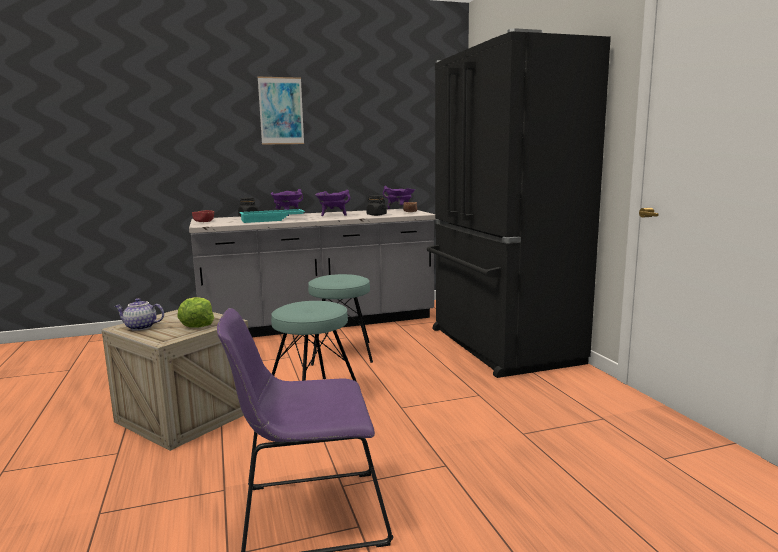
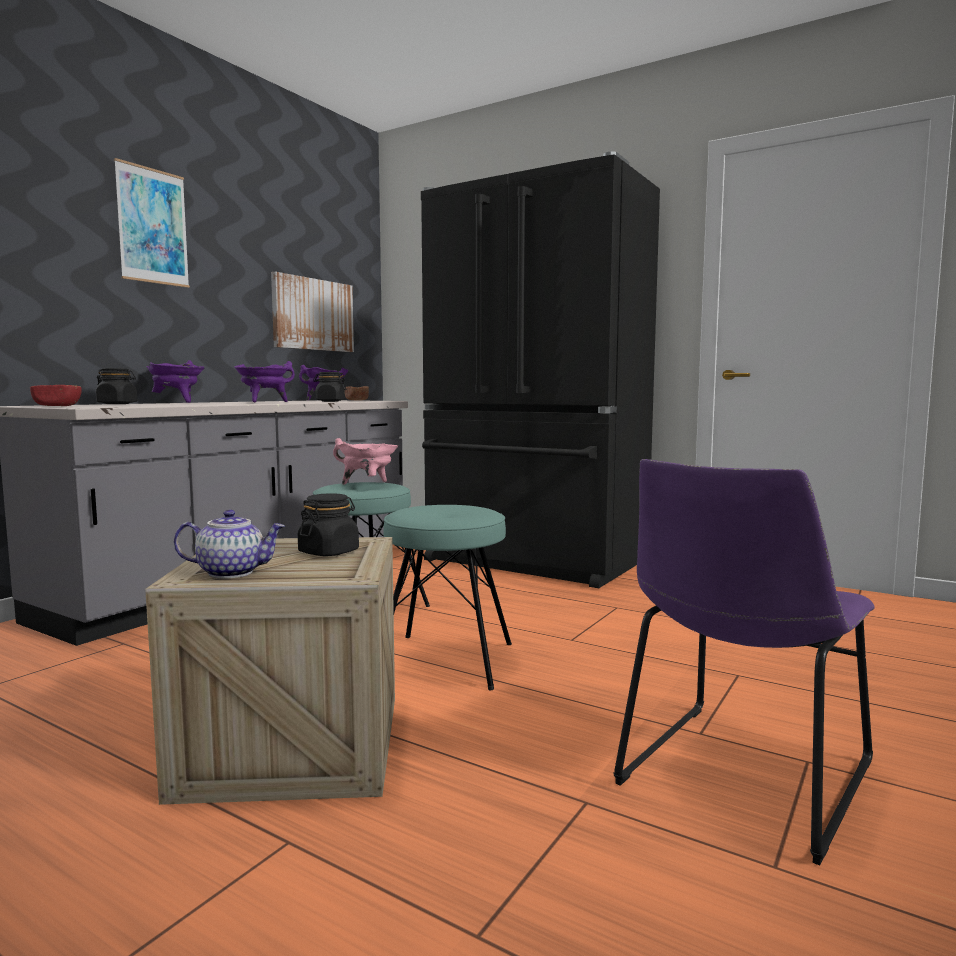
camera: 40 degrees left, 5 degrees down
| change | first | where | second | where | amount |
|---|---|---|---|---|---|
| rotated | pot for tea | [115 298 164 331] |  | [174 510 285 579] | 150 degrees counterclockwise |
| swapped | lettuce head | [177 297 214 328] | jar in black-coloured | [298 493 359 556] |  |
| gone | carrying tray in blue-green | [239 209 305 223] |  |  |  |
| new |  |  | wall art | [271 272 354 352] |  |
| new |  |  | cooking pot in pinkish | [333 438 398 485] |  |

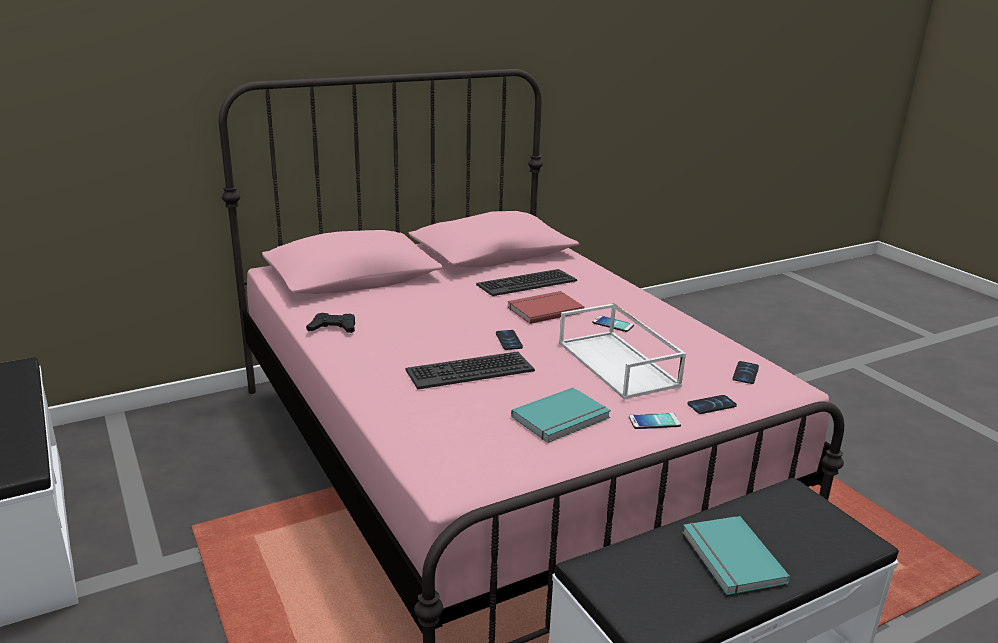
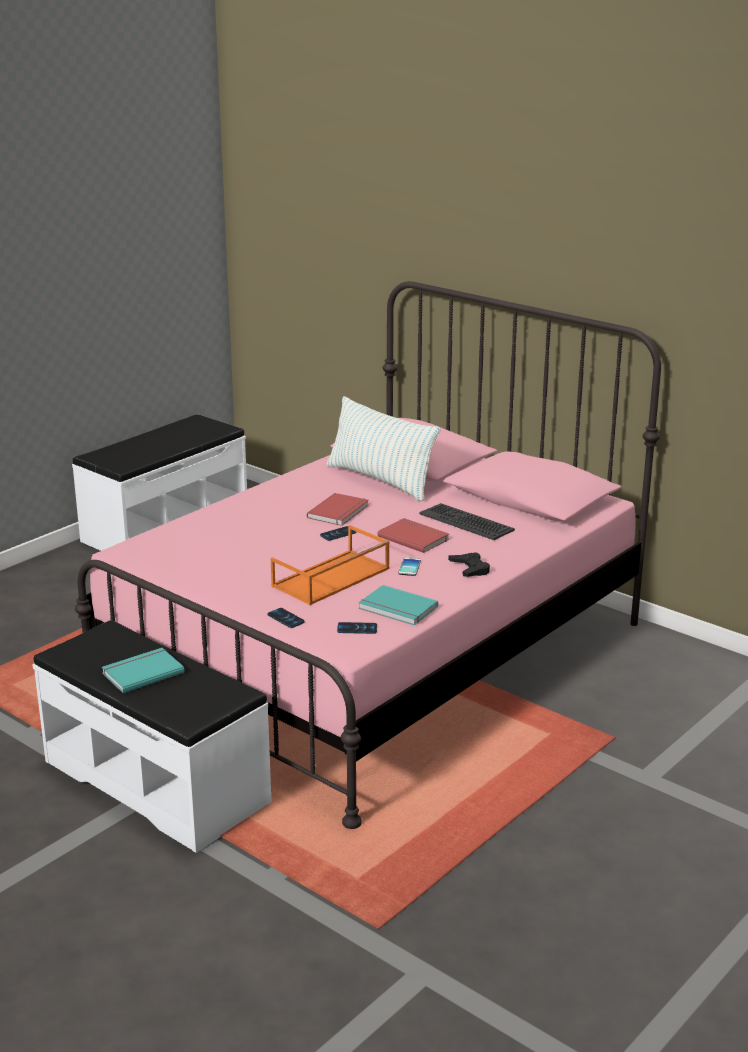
camera: 70 degrees right, 0 degrees up
| change | first | where | second | where | amount |
|---|---|---|---|---|---|
| shifted | game controller in black-coloured | [306 313 355 333] |  | [448 552 490 577] |  |
| gone | computer keyboard | [405 351 535 389] |  |  |  |
| shifted | bound book in blue-green | [511 387 611 443] |  | [358 585 438 626] |  |
| repainted | carrying tray in white-coloured | [559 303 686 400] | carrying tray in orangey | [271 525 390 605] |  |
| gone | telephone | [629 413 681 429] |  |  |  |
| new |  |  | bound book in red | [307 493 369 526] |  |
| new |  |  | cushion | [327 396 440 501] |  |

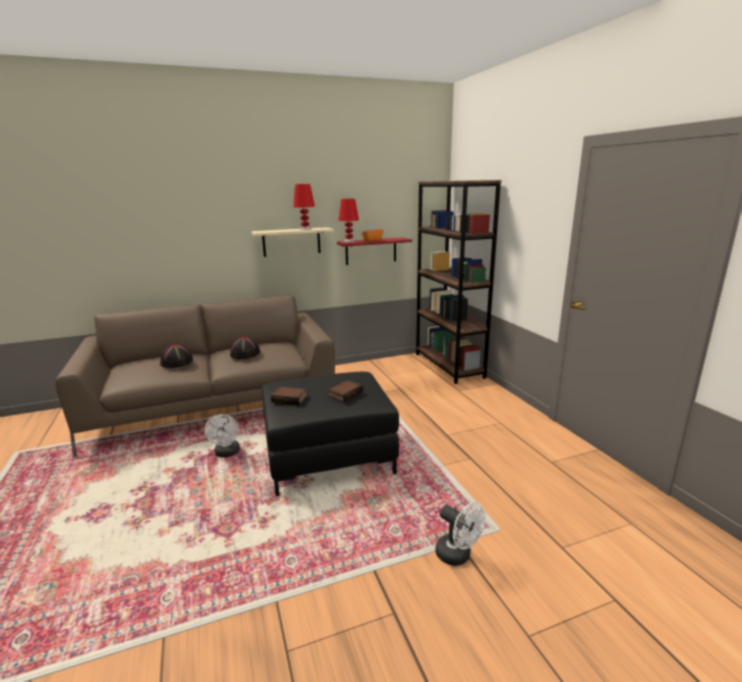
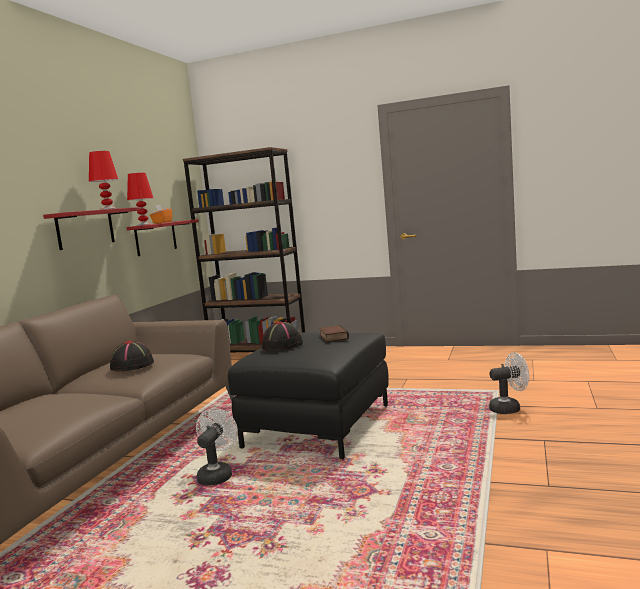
camera: 50 degrees left, 10 degrees down
| change | first | where | second | where | amount |
|---|---|---|---|---|---|
| shifted | hat in black-coloured | [160 344 193 368] |  | [262 321 303 351] |  |
| rotated | cooling fan in white-coloured | [204 414 240 457] |  | [196 408 238 485] | 105 degrees counterclockwise |
| repainted | shelf in sand-coloured | [252 227 334 257] | shelf in red | [43 207 140 250] |  |
| gone | bound book | [271 387 307 405] |  |  |  |

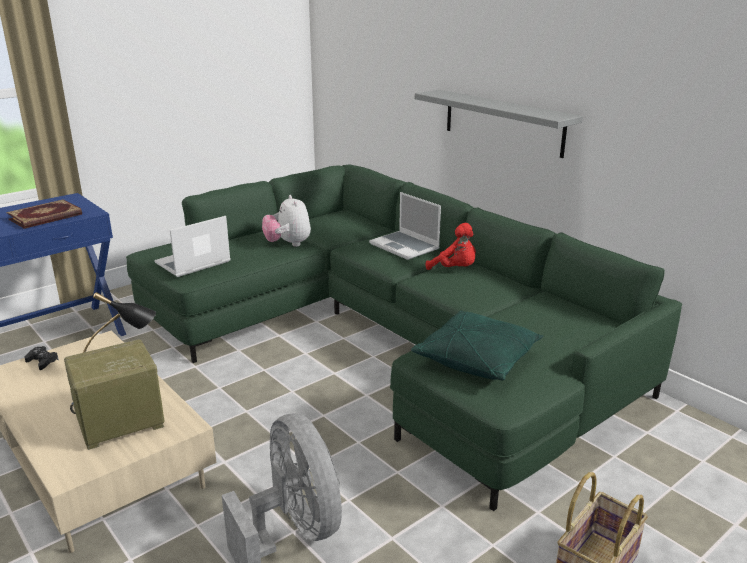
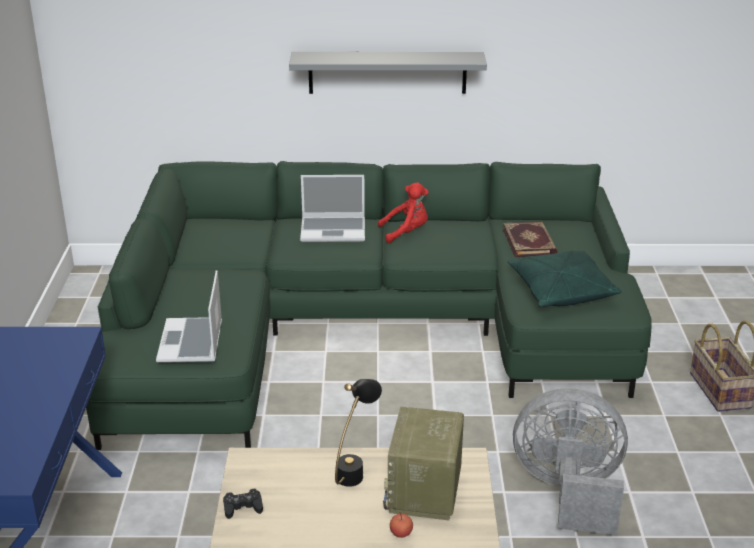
camera: 50 degrees left, 5 degrees up
| change | first | where | second | where | amount |
|---|---|---|---|---|---|
| shifted | bound book | [7 199 82 229] |  | [503 221 557 257] |  |
| gone | soft toy | [262 195 311 247] |  |  |  |
| new |  |  | apple | [390 512 413 538] |  |

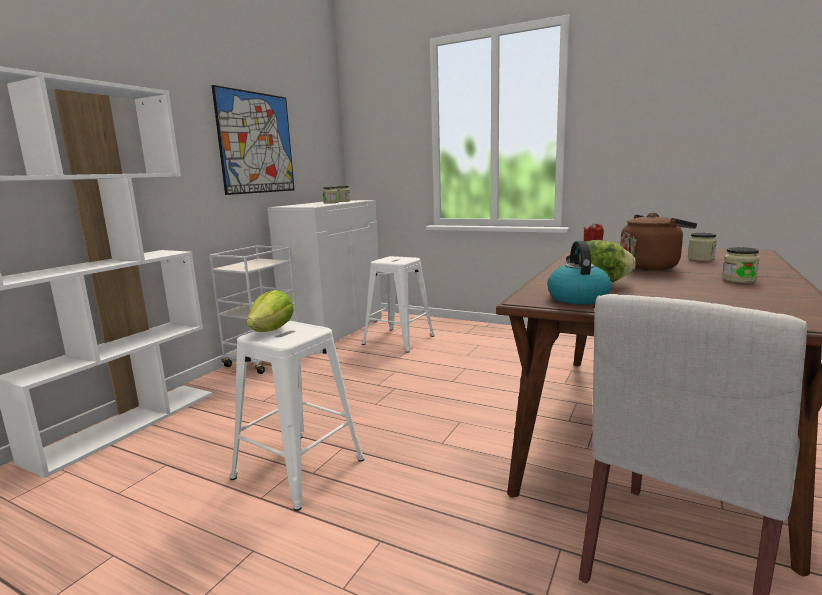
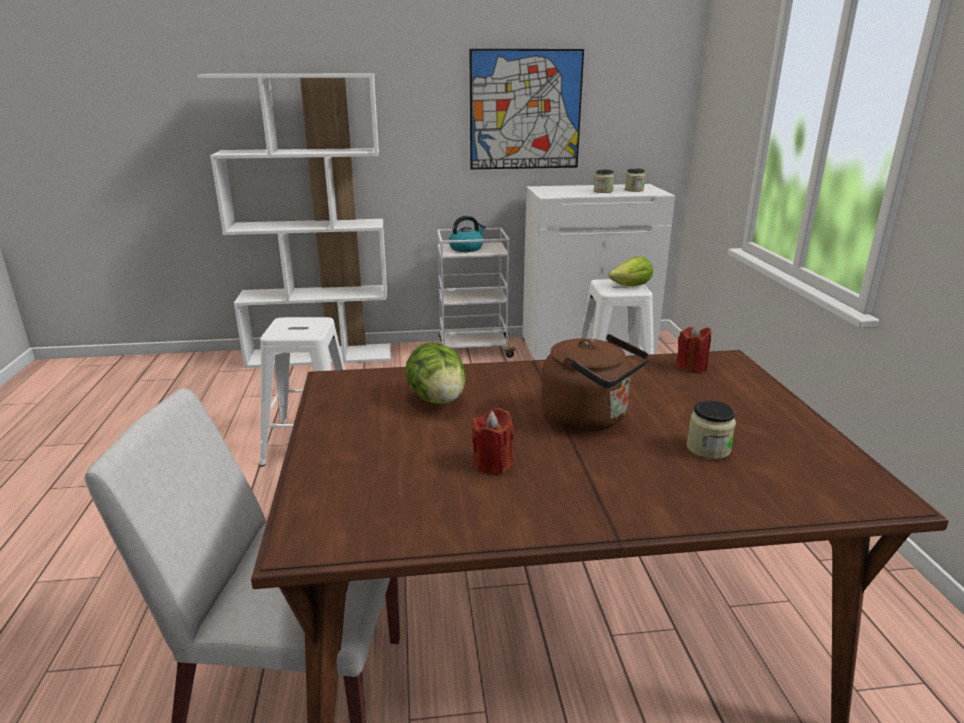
camera: 55 degrees right, 10 degrees up
| change | first | where | second | where | amount |
|---|---|---|---|---|---|
| shifted | lettuce head | [246 290 294 332] |  | [609 257 653 286] |  |
| shifted | tea kettle | [547 241 612 304] |  | [449 216 486 252] |  |
| gone | jar | [722 247 760 283] |  |  |  |
| new |  |  | candle in red | [472 408 514 474] |  |

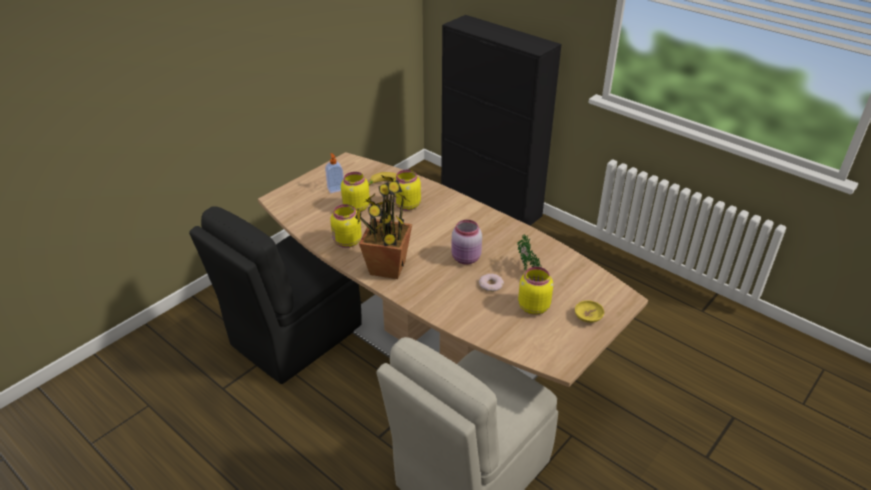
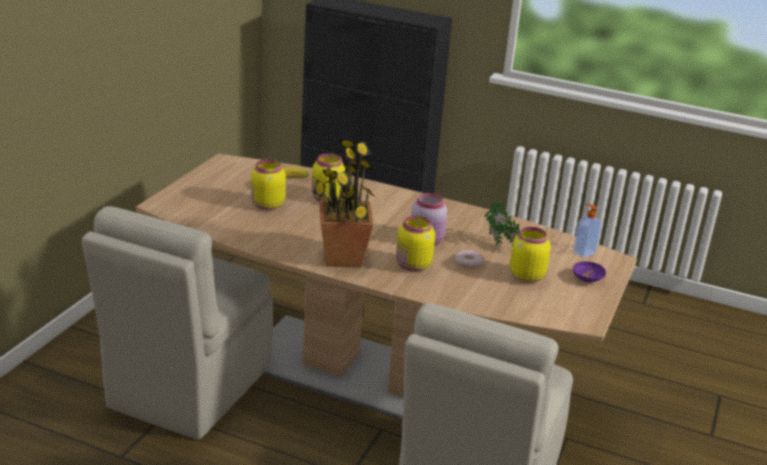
camera: 20 degrees left, 10 degrees down
| change | first | where | second | where | amount |
|---|---|---|---|---|---|
| repainted | upright chair in black-coloured | [189 206 361 384] | upright chair in sand-coloured | [82 206 273 440] |  |
| shifted | liquid soap bottle | [325 153 344 193] |  | [573 204 602 258] |  |
| shifted | jar in yellowish | [330 204 362 248] |  | [396 216 435 272] |  |
| repainted | serving bowl in yellowish | [575 300 604 323] | serving bowl in purple-coloured | [573 261 606 282] |  |

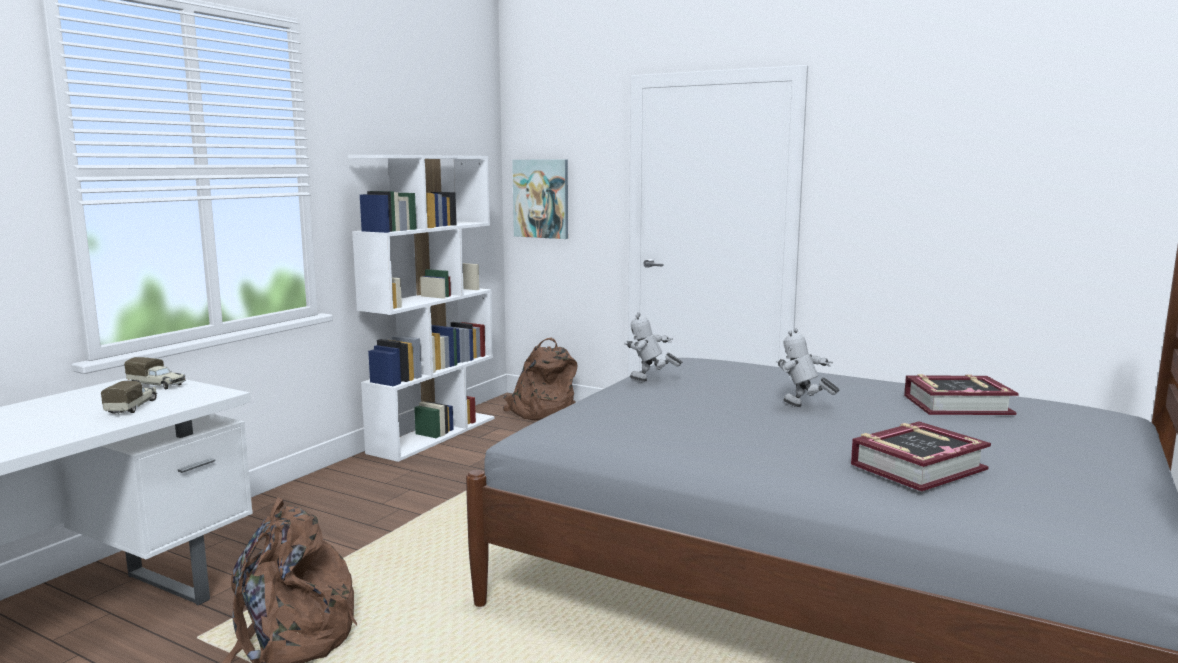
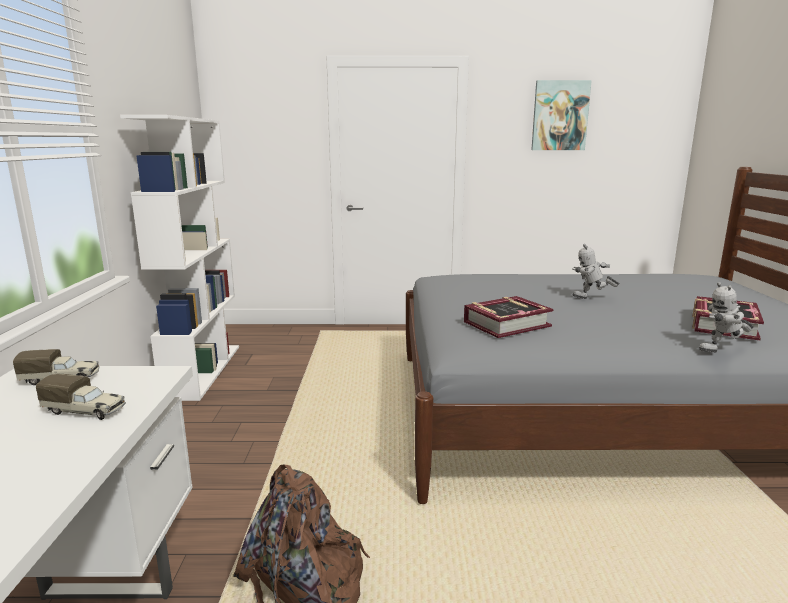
camera: 30 degrees left, 5 degrees up
| change | first | where | second | where | amount |
|---|---|---|---|---|---|
| rotated | model truck | [101 380 157 414] |  | [36 374 126 420] | 135 degrees clockwise |
| gone | rucksack in brownish | [503 338 577 421] |  |  |  |
| shifted | wall art | [512 160 568 239] |  | [531 80 592 150] |  |
| shifted | toy robot | [624 312 683 381] |  | [699 282 754 352] |  |
| shifted | bound book | [904 374 1019 415] |  | [464 296 553 338] |  |

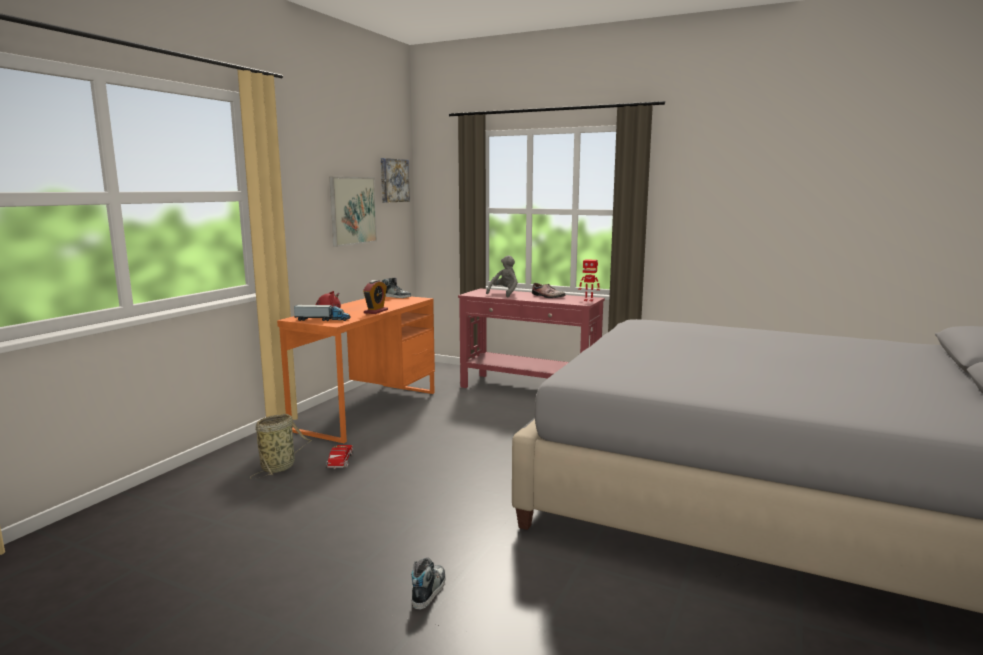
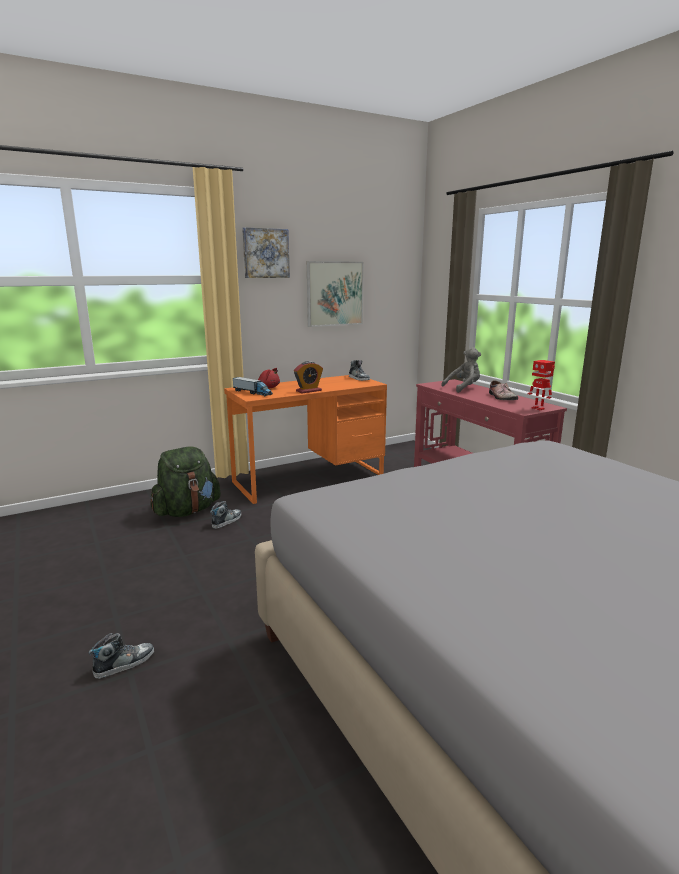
camera: 35 degrees right, 5 degrees up
| change | first | where | second | where | amount |
|---|---|---|---|---|---|
| swapped | storage basket | [250 414 312 479] | rucksack in green-coloured | [151 446 221 517] |  |
| swapped | model truck | [326 445 353 469] | shoe | [210 501 241 529] |  |
| shifted | wall art | [381 158 410 202] |  | [242 227 290 278] |  |

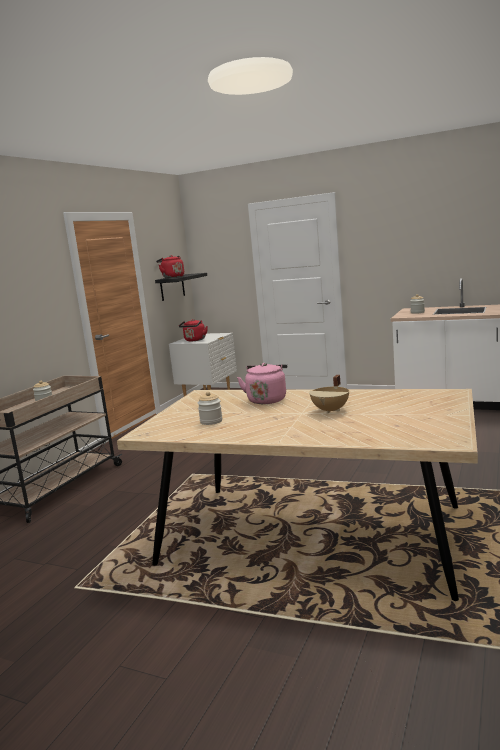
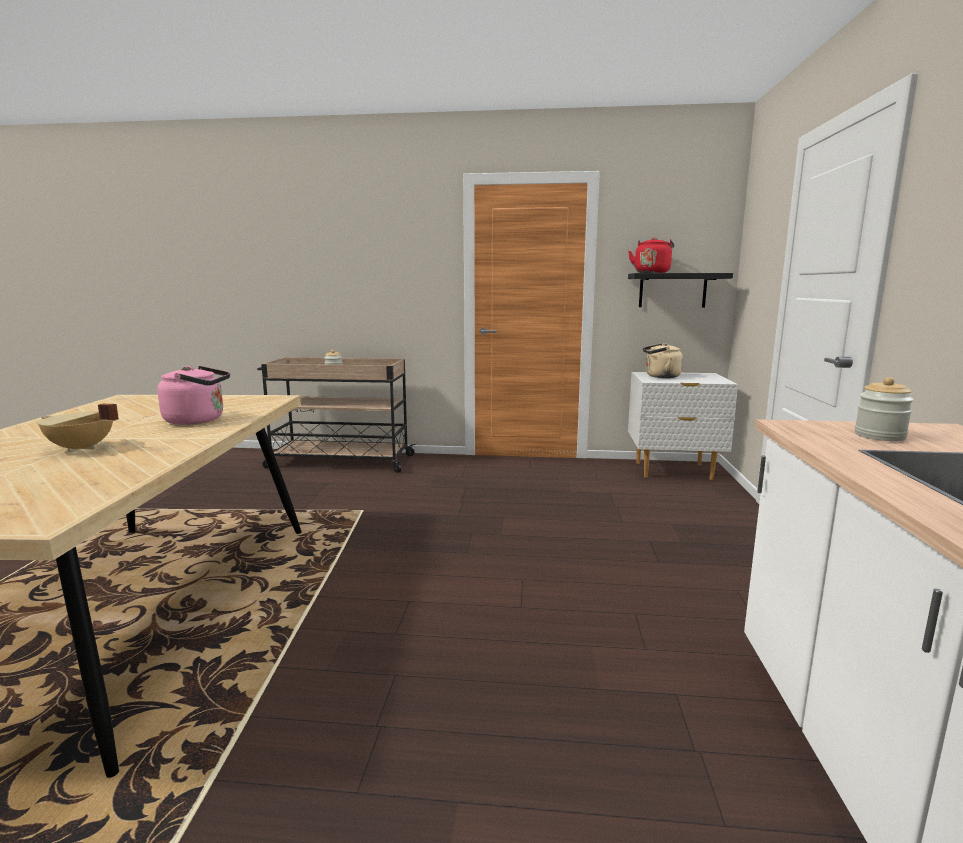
camera: 70 degrees right, 0 degrees up
| change | first | where | second | where | amount |
|---|---|---|---|---|---|
| repainted | tea kettle in red | [179 319 208 341] | tea kettle in sand-coloured | [643 343 683 378] |  |
| gone | jar | [198 392 222 425] |  |  |  |

